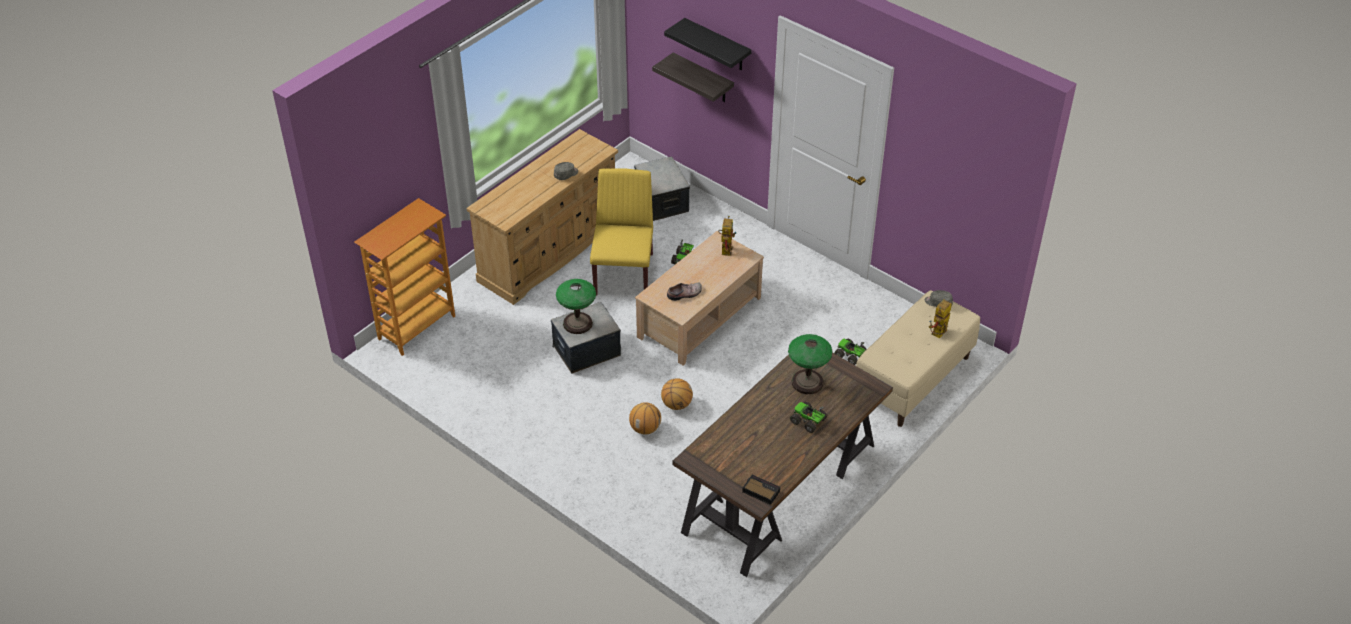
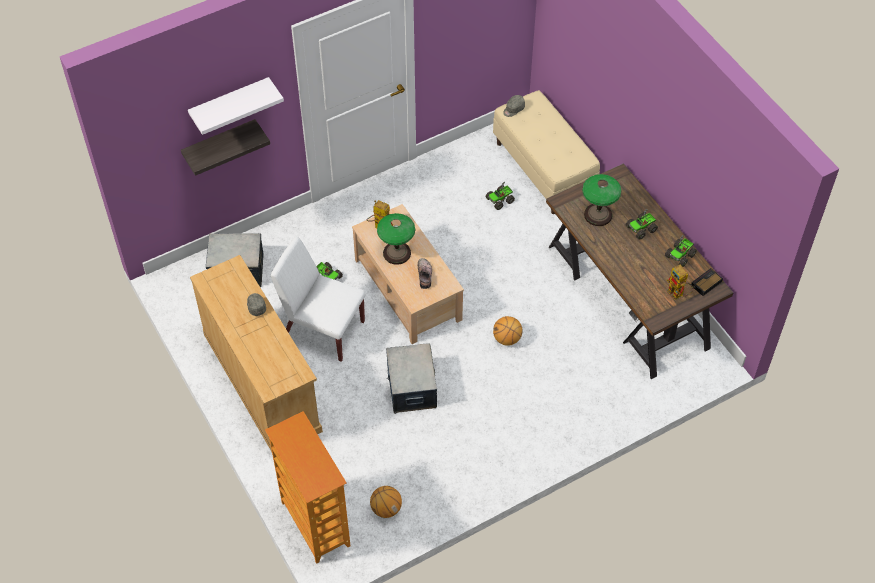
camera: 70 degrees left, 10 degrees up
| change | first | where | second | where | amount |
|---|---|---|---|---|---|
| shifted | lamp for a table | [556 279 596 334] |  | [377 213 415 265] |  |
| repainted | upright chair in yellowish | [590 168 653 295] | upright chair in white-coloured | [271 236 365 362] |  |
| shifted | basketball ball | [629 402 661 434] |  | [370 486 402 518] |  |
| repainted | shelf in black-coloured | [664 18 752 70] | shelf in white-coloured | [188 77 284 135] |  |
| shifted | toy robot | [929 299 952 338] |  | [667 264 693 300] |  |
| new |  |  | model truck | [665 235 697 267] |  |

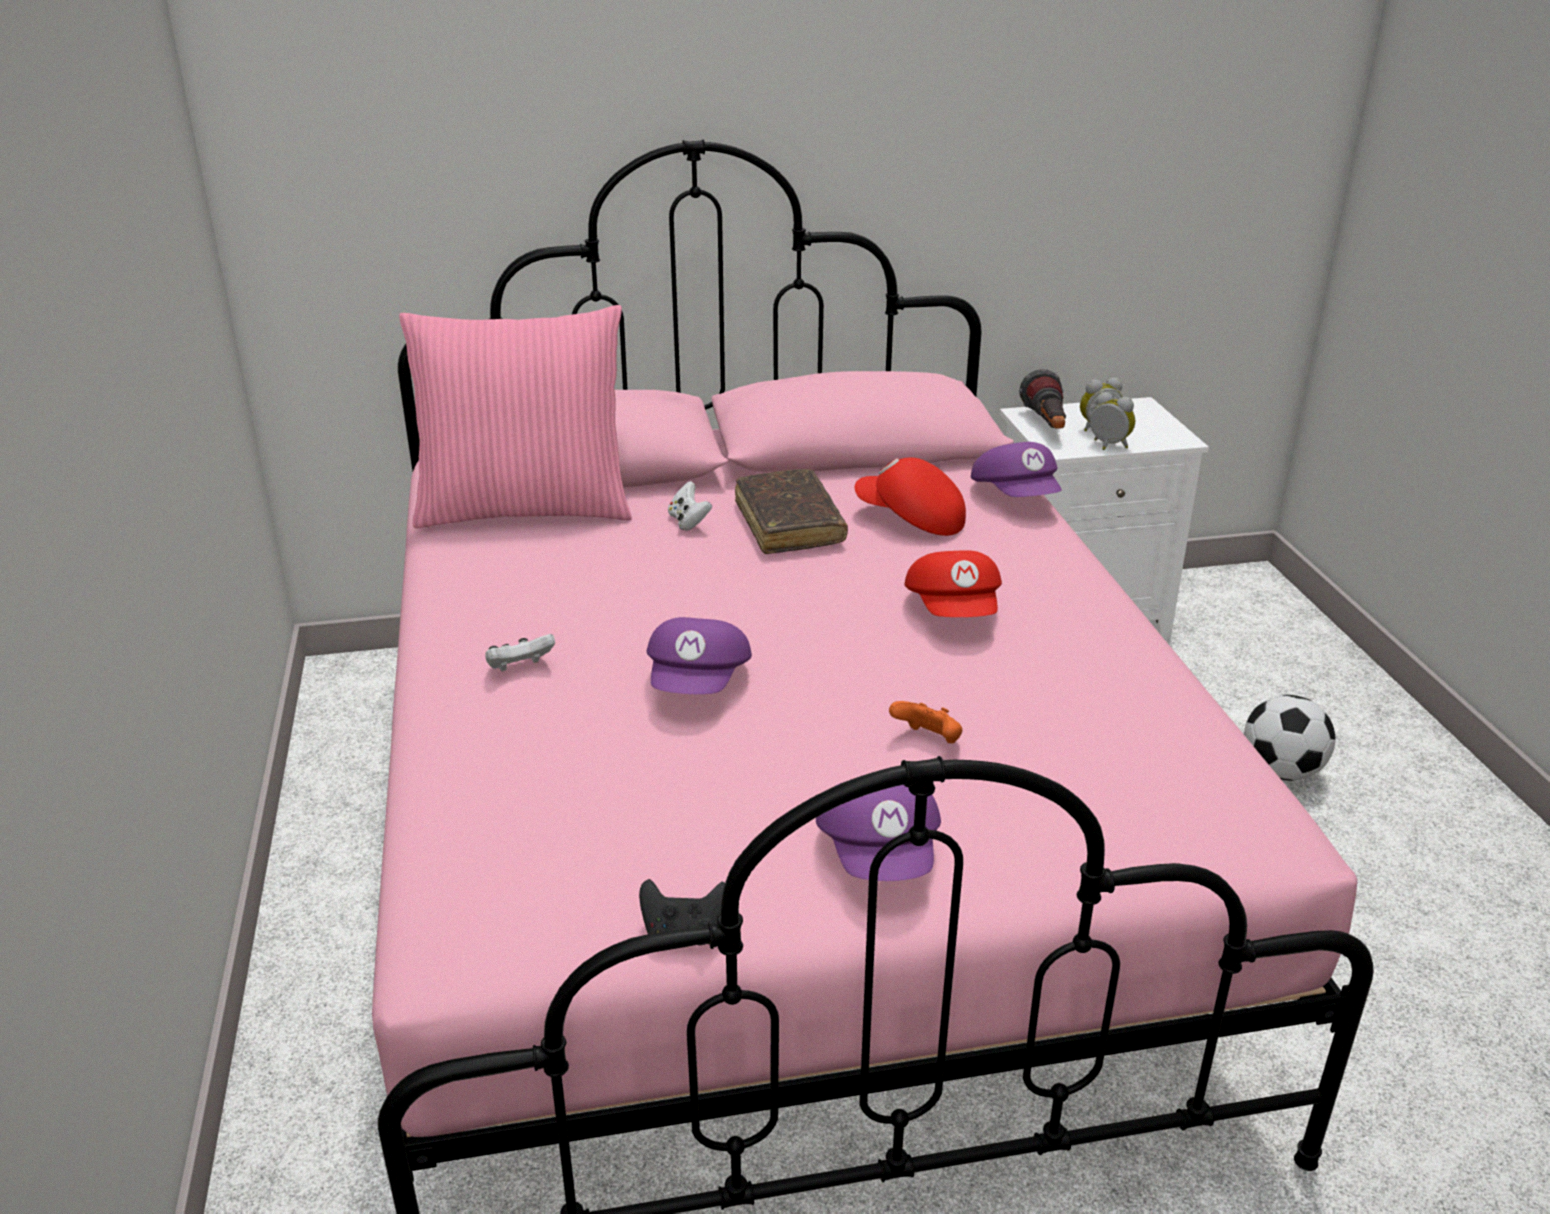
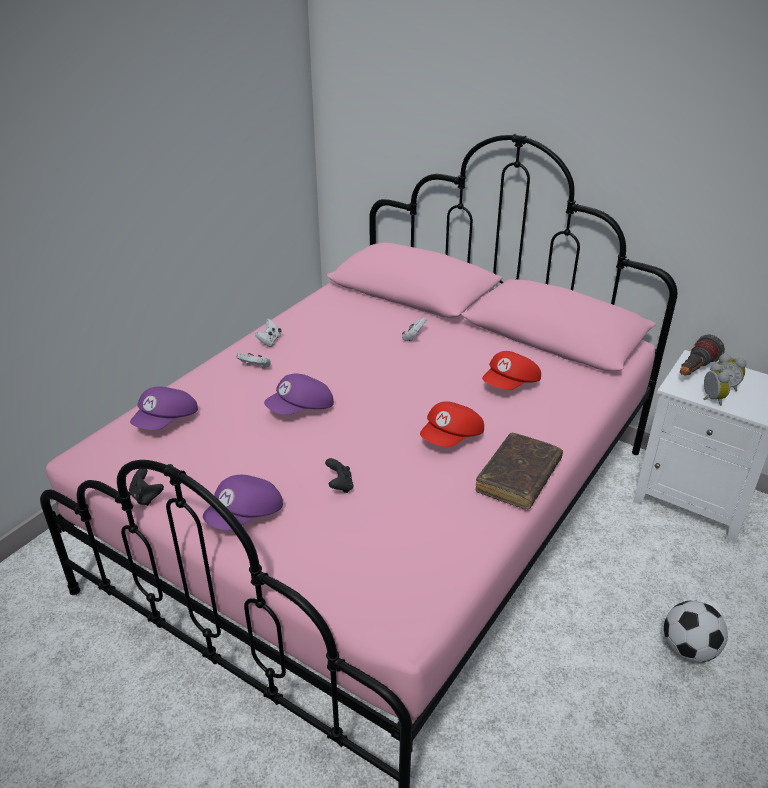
camera: 45 degrees right, 5 degrees up
| change | first | where | second | where | amount |
|---|---|---|---|---|---|
| gone | cushion in pinkish | [399 305 632 528] |  |  |  |
| shifted | bound book in brownish | [735 469 848 554] |  | [475 433 563 509] |  |
| rotated | cap in red | [855 457 966 536] |  | [482 351 541 390] | 120 degrees counterclockwise |
| repainted | game controller in orangey | [889 701 962 743] | game controller in black-coloured | [325 458 353 493] |  |
| shifted | cap in purple-coloured | [971 442 1062 497] |  | [130 386 198 430] |  |
| new |  |  | game controller in white-coloured | [255 319 282 347] |  |

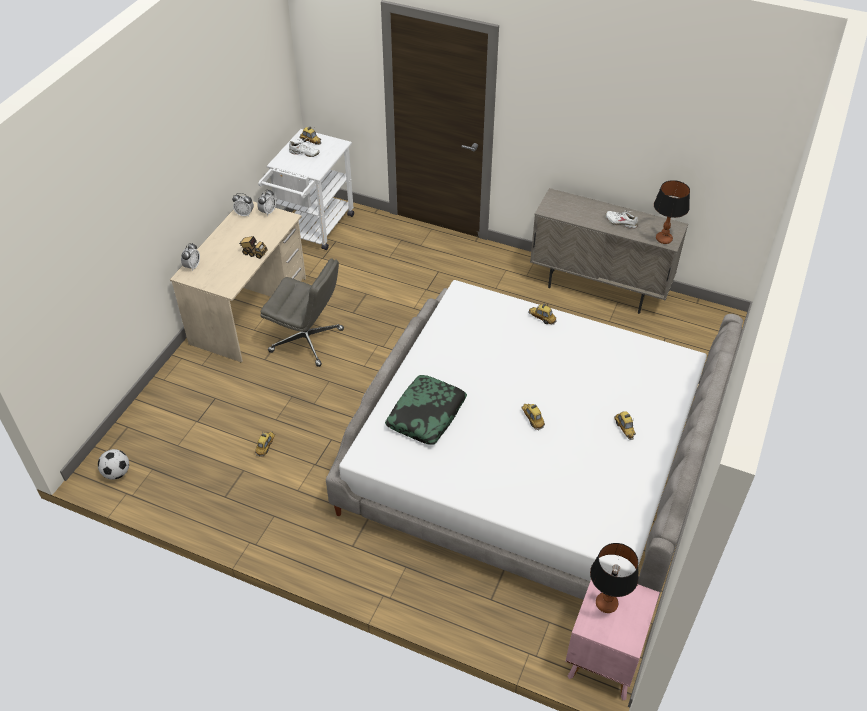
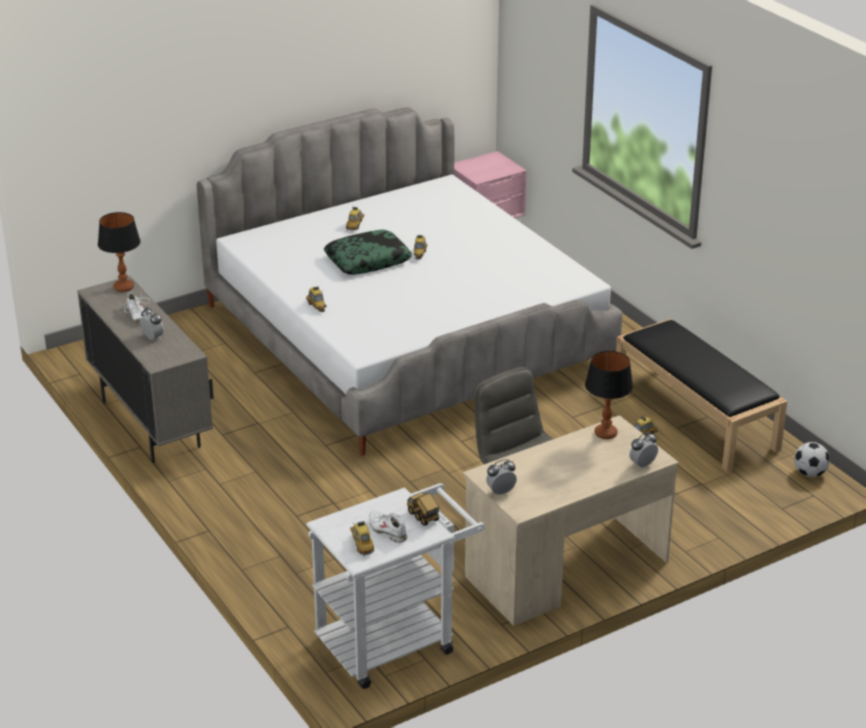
camera: 145 degrees left, 15 degrees down
| change | first | where | second | where | amount |
|---|---|---|---|---|---|
| shifted | bedside clock | [232 193 254 217] |  | [140 307 164 340] |  |
| shifted | model truck | [239 236 267 259] |  | [407 492 440 526] |  |
| shifted | cushion | [385 375 467 445] |  | [324 230 412 275] |  |
| shifted | lamp for a table | [590 543 639 613] |  | [585 351 633 439] |  |
| new |  |  | bench in black-coloured | [616 319 787 471] |  |

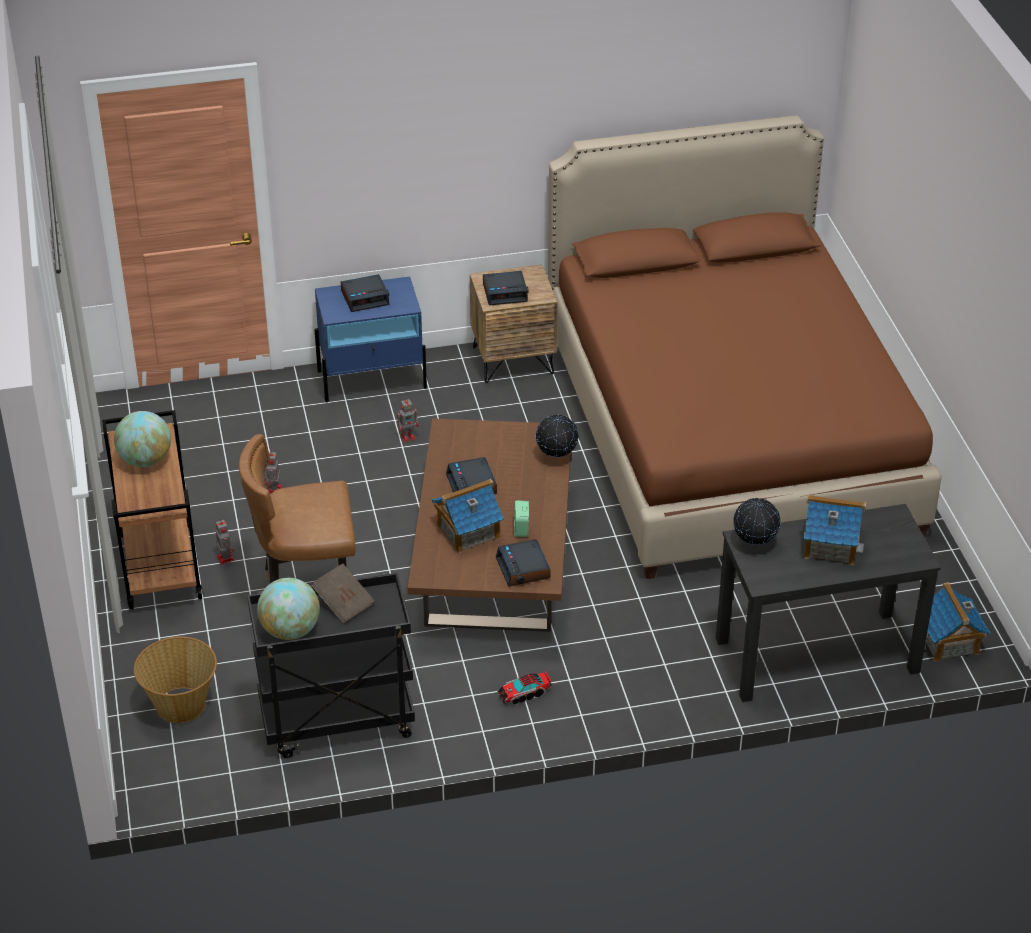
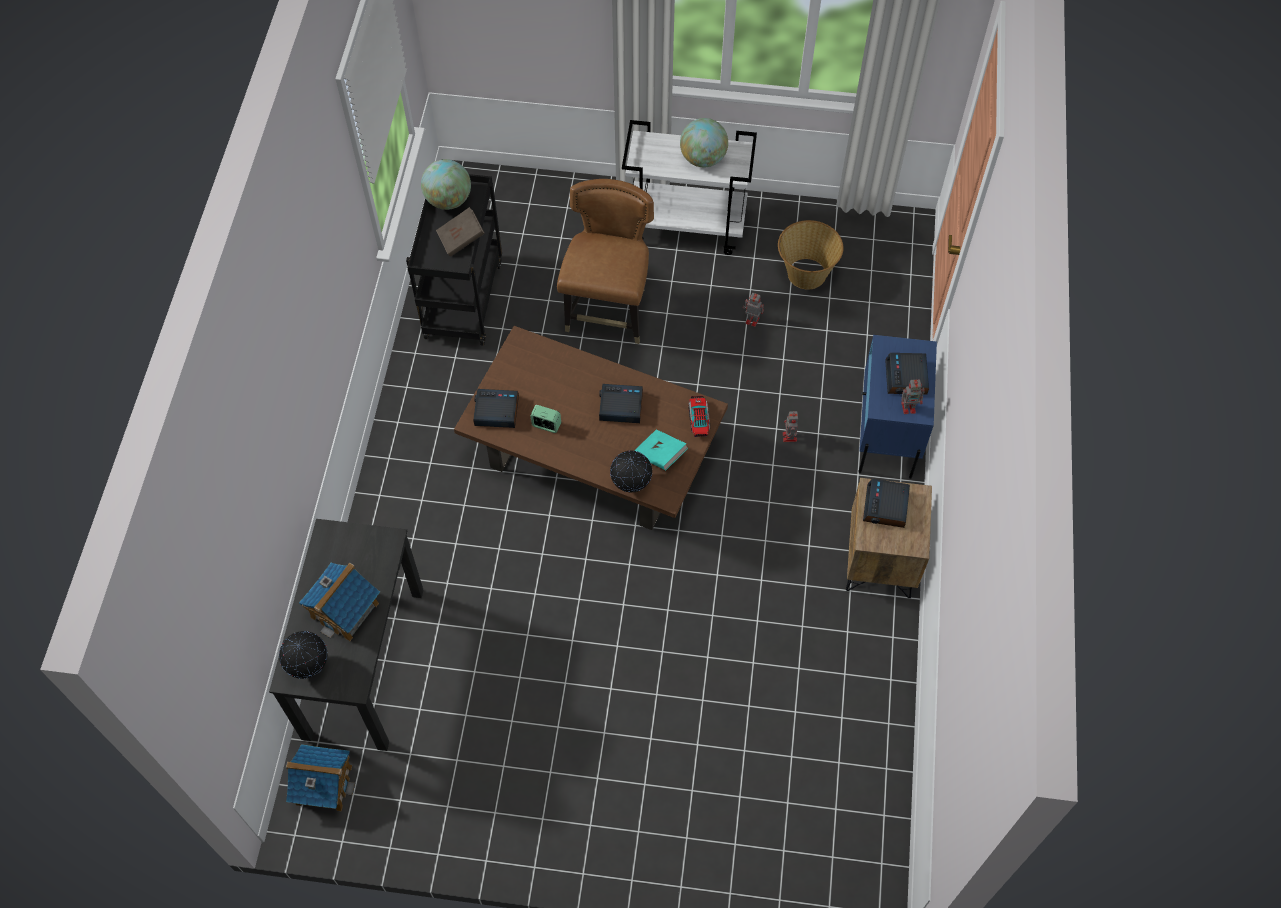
camera: 110 degrees right, 20 degrees up
| change | first | where | second | where | amount |
|---|---|---|---|---|---|
| repainted | trolley in brownish | [102 410 203 610] | trolley in white-coloured | [622 120 757 255] |  |
| shifted | storage basket | [134 636 217 723] |  | [778 220 843 290] |  |
| shifted | toy robot | [216 518 234 564] |  | [901 379 925 414] |  |
| gone | model house | [432 479 504 553] |  |  |  |
| shifted | model truck | [498 672 552 705] |  | [688 396 710 437] |  |
| gone | bed in brownish | [548 115 942 579] |  |  |  |
| shifted | world globe | [733 498 781 545] |  | [279 631 327 679] |  |
| new |  |  | bound book in blue-green | [634 429 688 471] |  |

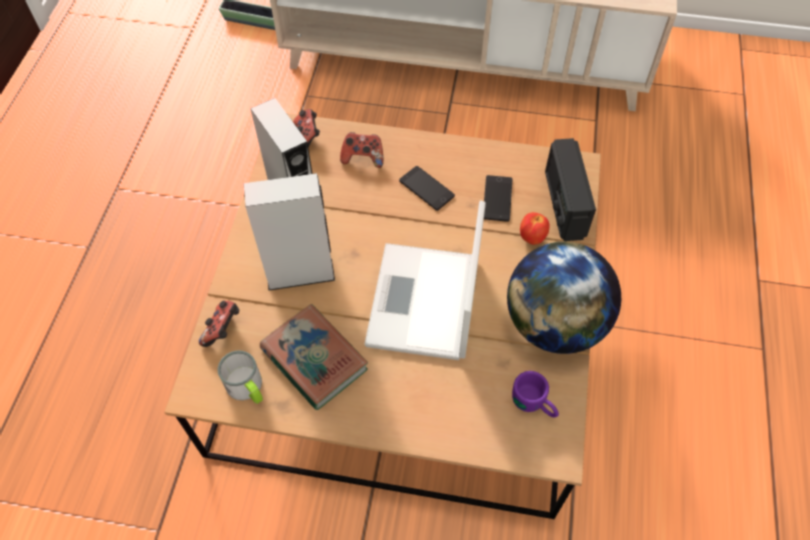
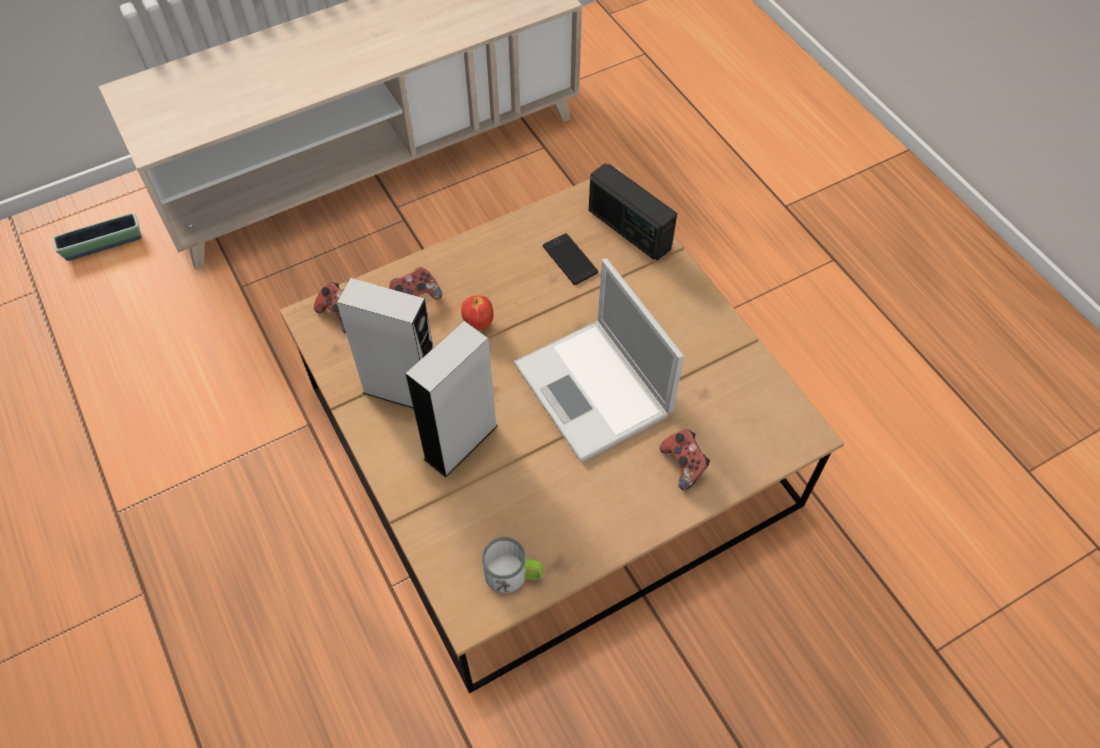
camera: 40 degrees left, 0 degrees up
| change | first | where | second | where | amount |
|---|---|---|---|---|---|
| shifted | game controller | [199 301 240 347] |  | [659 430 710 491] |  |
| gone | bound book | [260 304 368 410] |  |  |  |
| gone | telephone | [399 166 455 211] |  |  |  |
| gone | world globe | [507 241 621 354] |  |  |  |
| gone | mug in purple-coloured | [512 371 559 418] |  |  |  |
| shifted | apple | [520 212 550 245] |  | [461 296 494 330] |  |

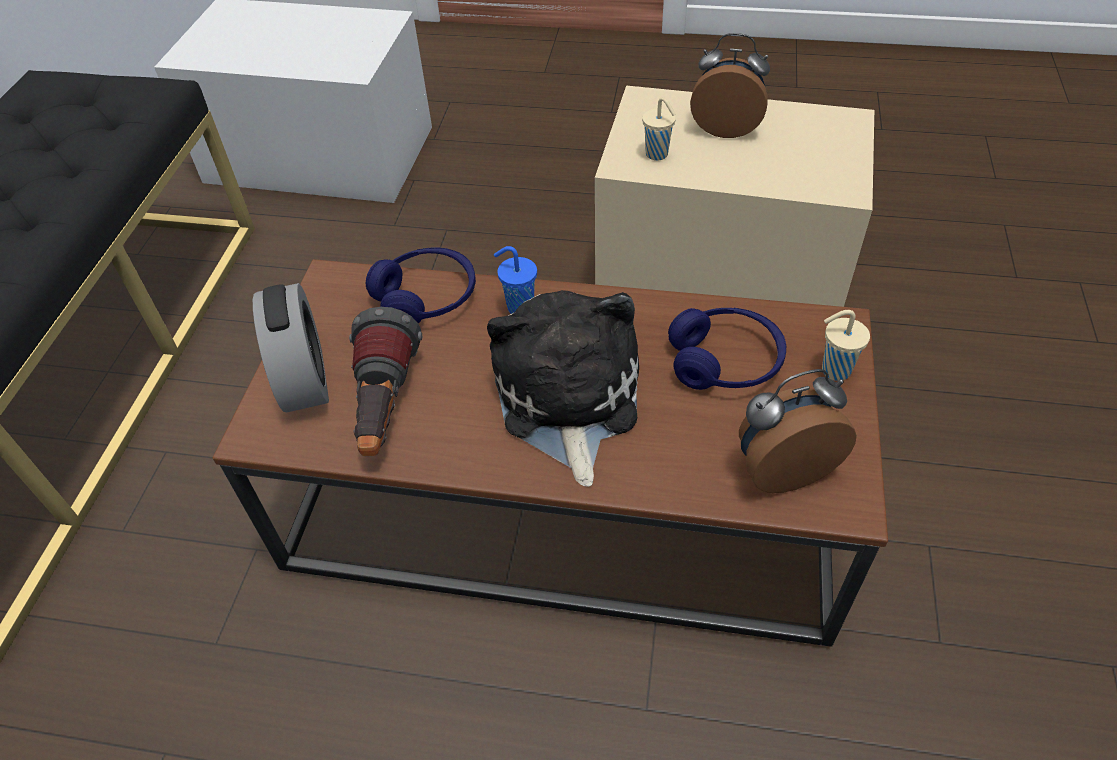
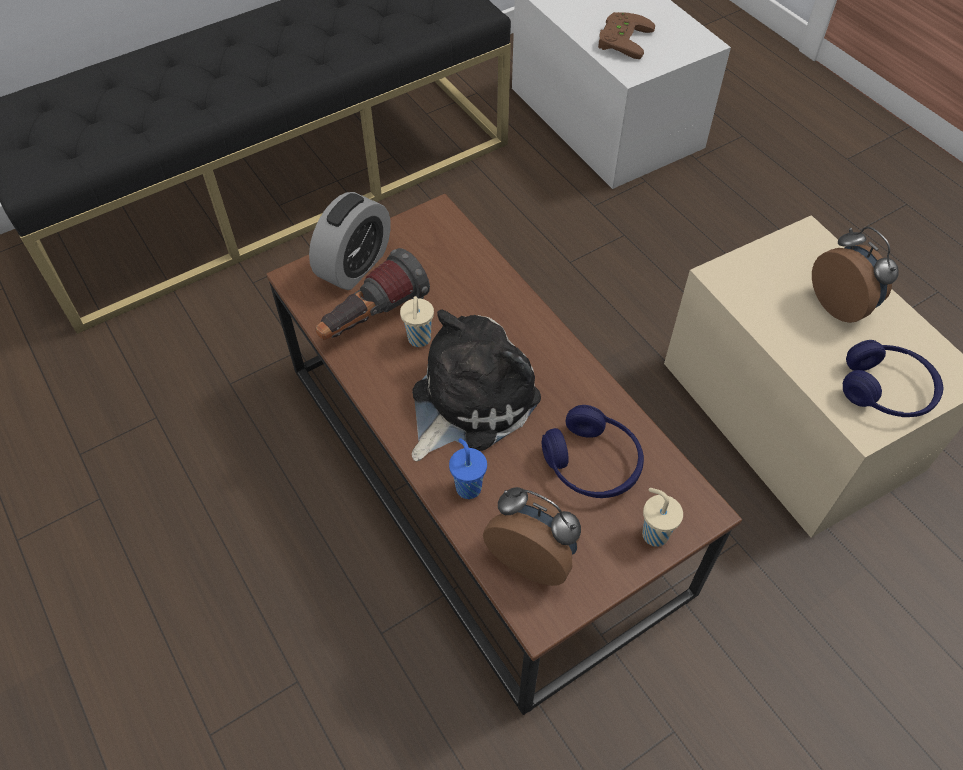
camera: 45 degrees right, 5 degrees up
| change | first | where | second | where | amount |
|---|---|---|---|---|---|
| shifted | headphones in blue-coloured | [366 248 476 323] |  | [843 340 943 417] |  |
| shifted | small cup in blue-coloured | [494 246 537 314] |  | [449 438 487 499] |  |
| shifted | small cup in sand-coloured | [642 97 676 160] |  | [400 296 434 347] |  |
| new |  |  | game controller in brownish | [598 12 655 59] |  |

